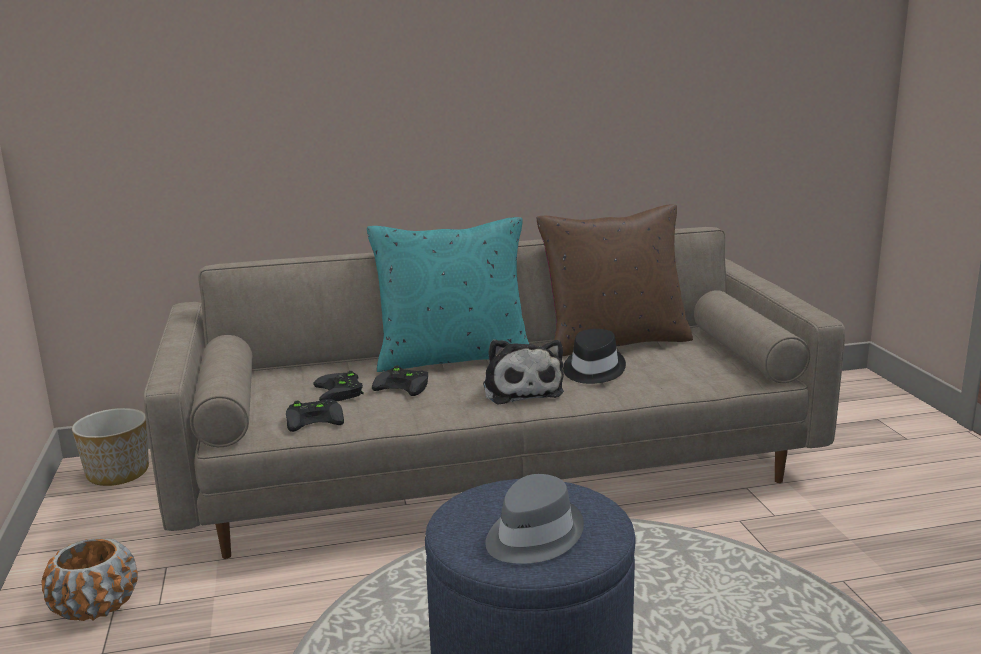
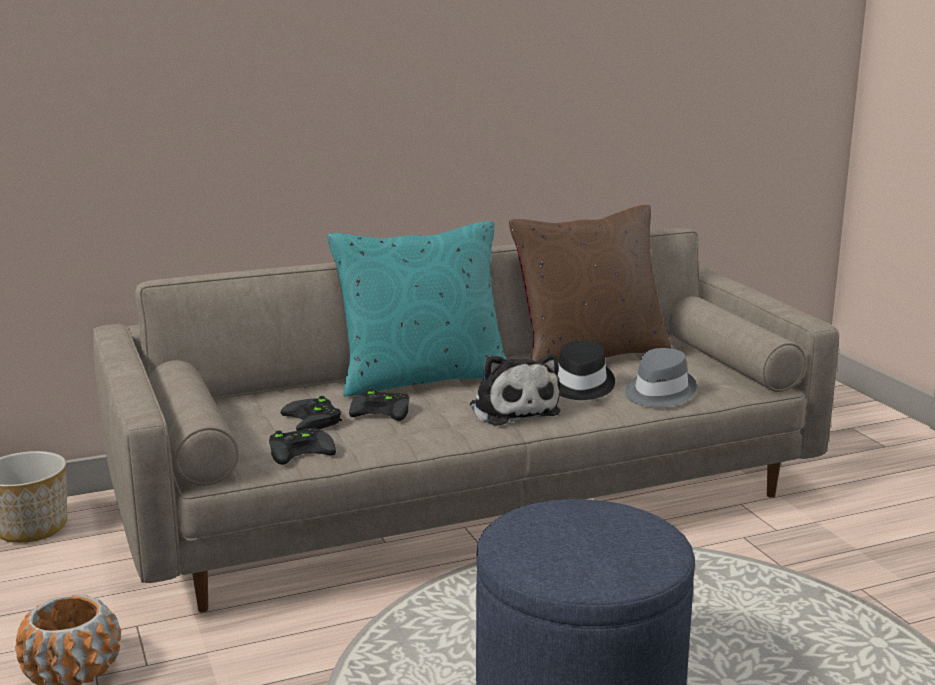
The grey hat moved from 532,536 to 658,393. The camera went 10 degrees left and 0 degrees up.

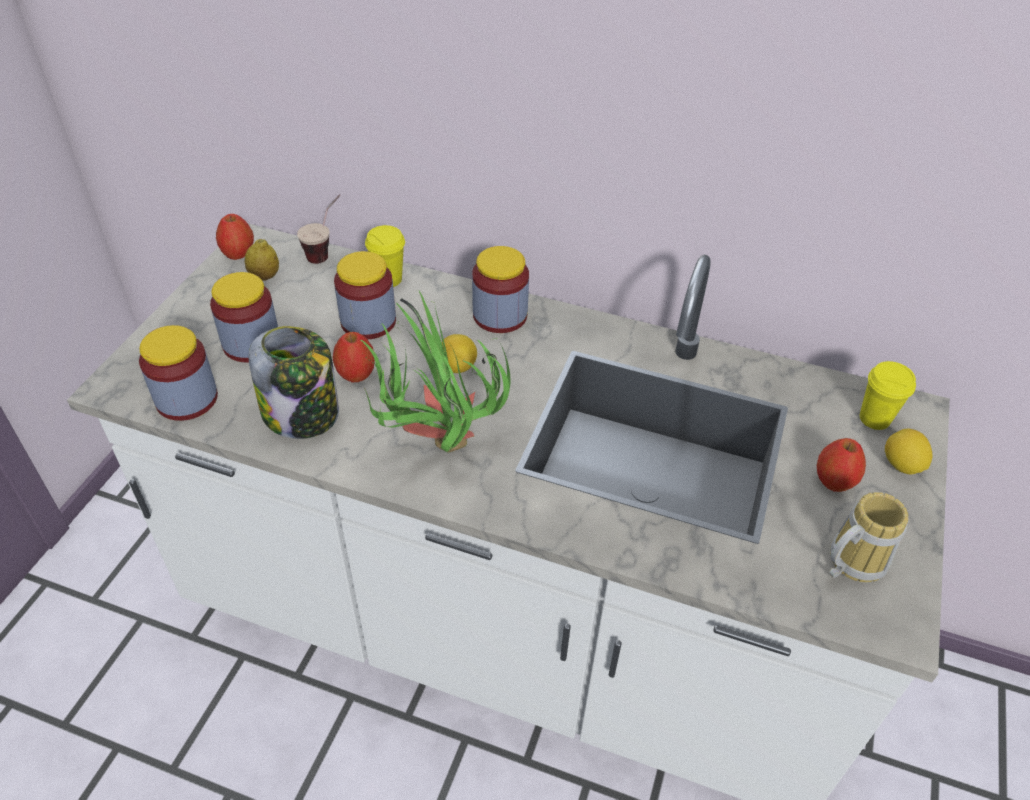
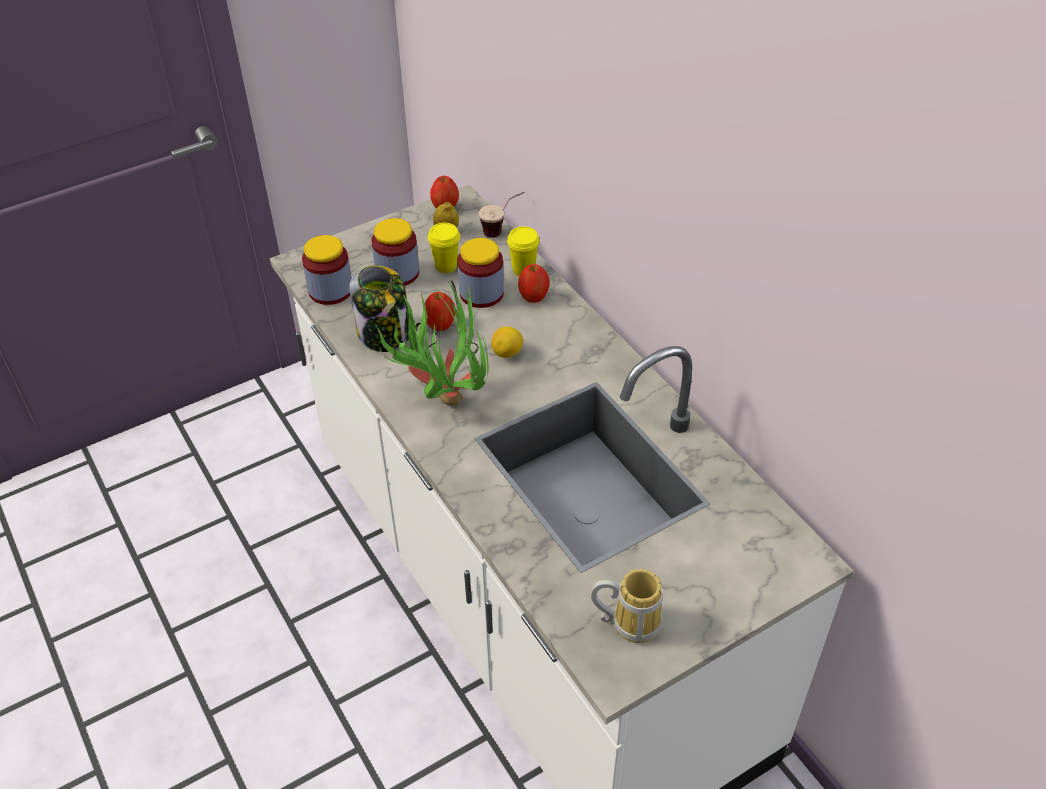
The jar at 500,315 disappeared. The lemon at 901,465 disappeared. The apple moved from 834,481 to 533,297. The yellow cup moved from 874,419 to 446,266. The camera went 40 degrees right and 0 degrees up.

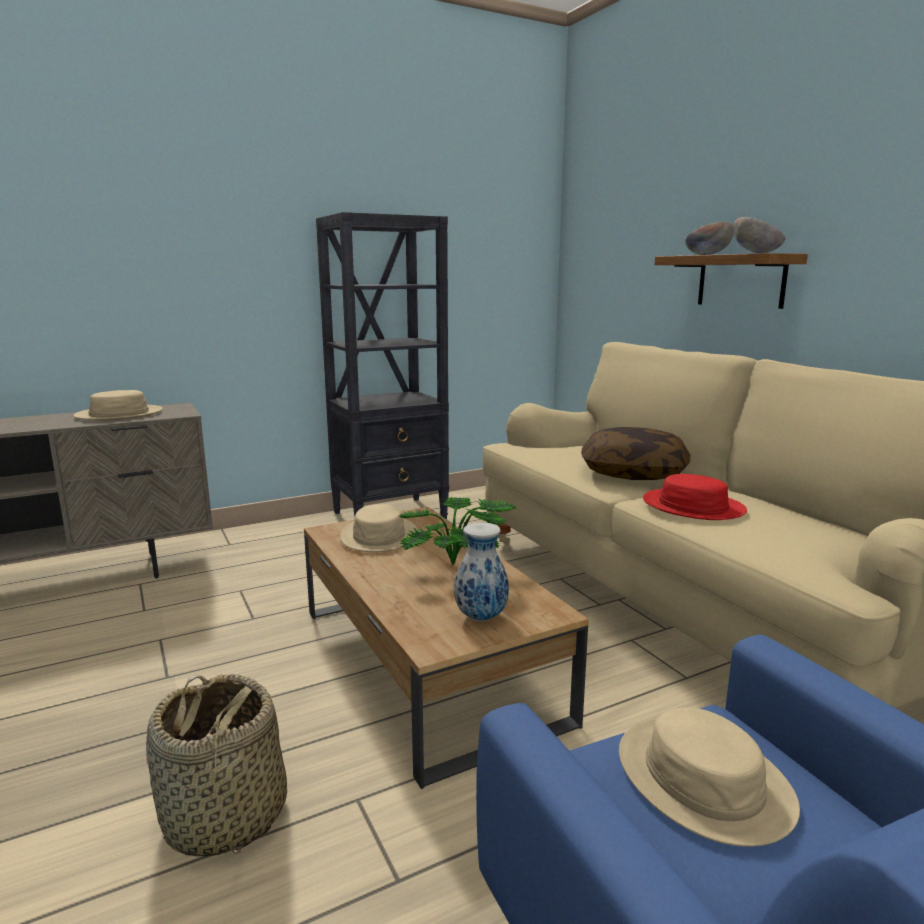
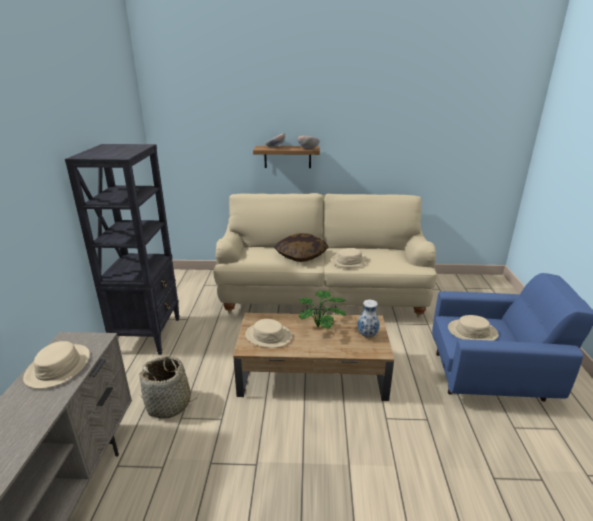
The basket moved from 224,817 to 169,404. The red hat at 692,506 became the beige hat at 349,261. The camera went 60 degrees left and 10 degrees up.

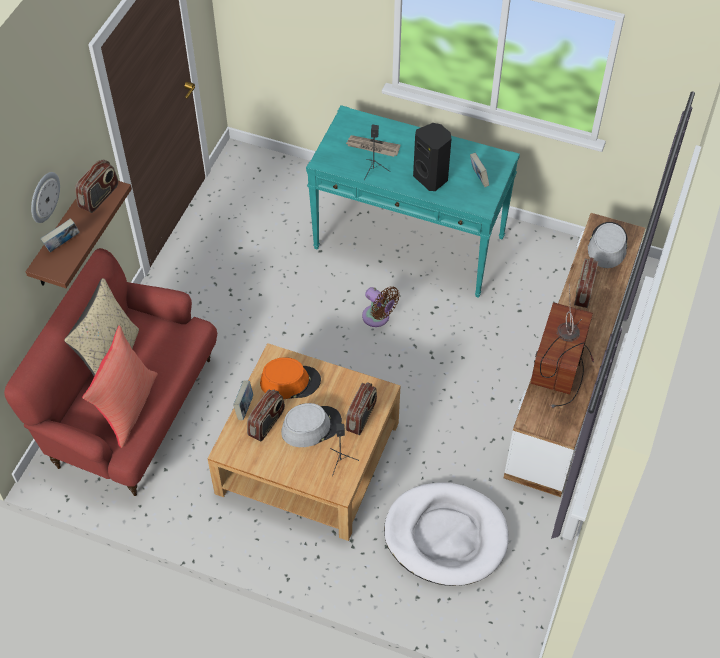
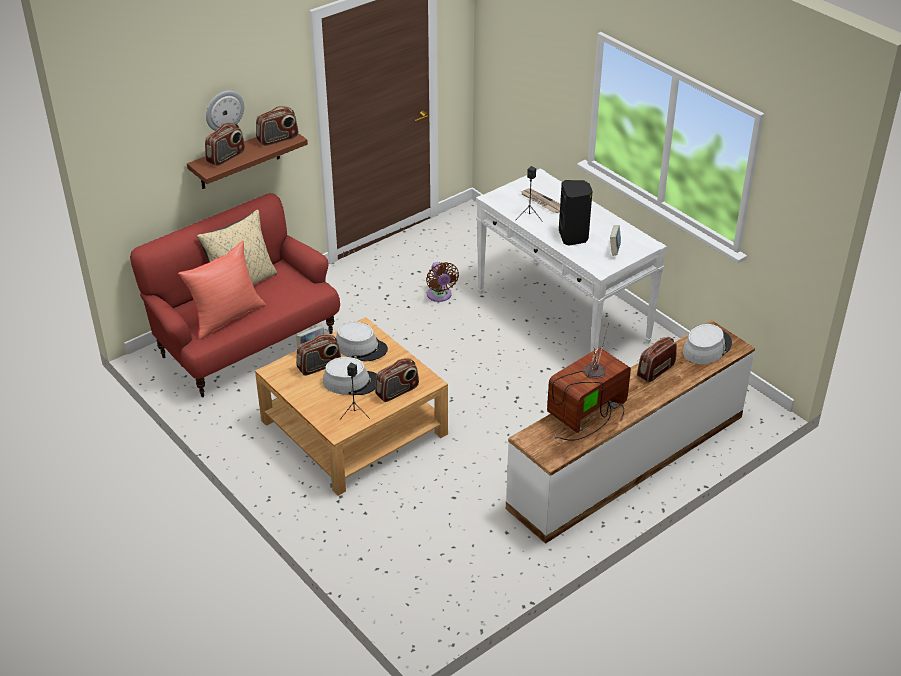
The white dog bed at 446,536 disappeared. The brown fan moved from 378,318 to 440,296. The book at 63,245 was replaced by the radio at 226,157. The orange hat at 290,381 became the grey hat at 361,347. The turquoise console table at 410,242 became the white console table at 563,317. The camera went 30 degrees right and 15 degrees down.

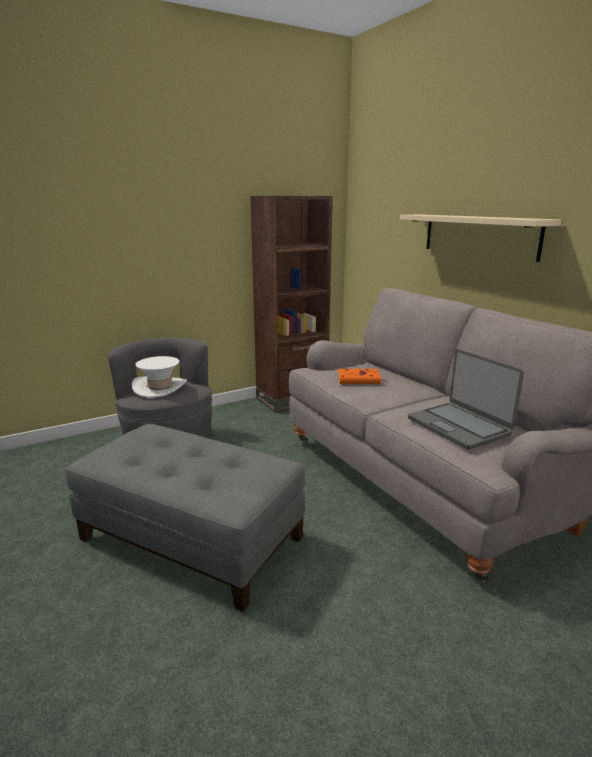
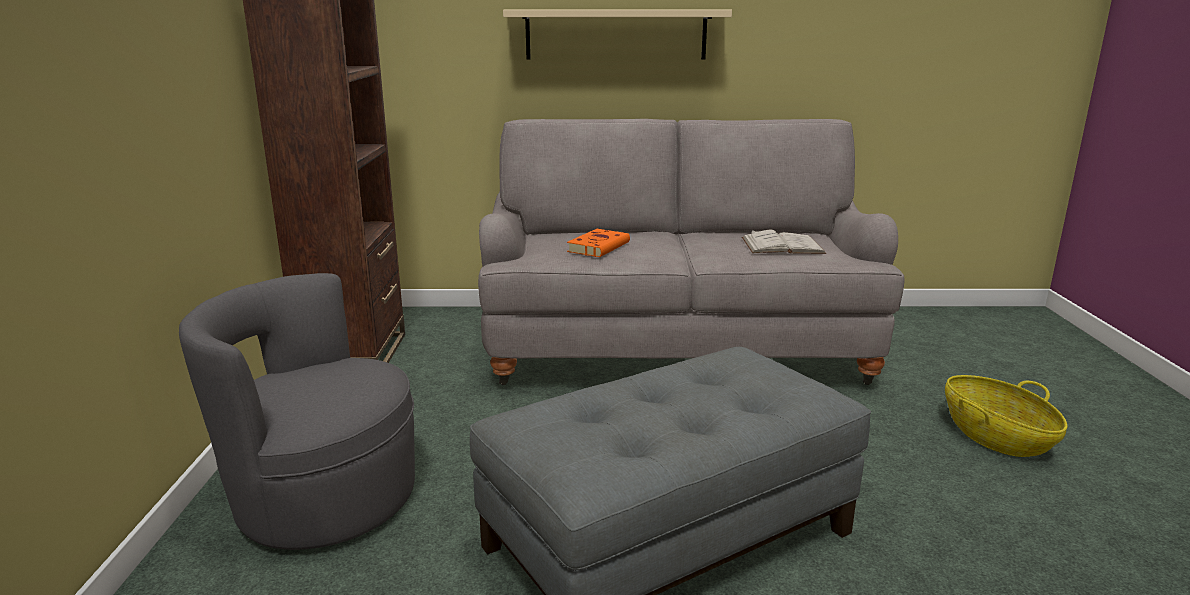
The white hat at 160,387 disappeared. The basket at 996,437 appeared. The laptop at 459,426 was replaced by the white book at 782,245. The camera went 60 degrees left and 0 degrees up.

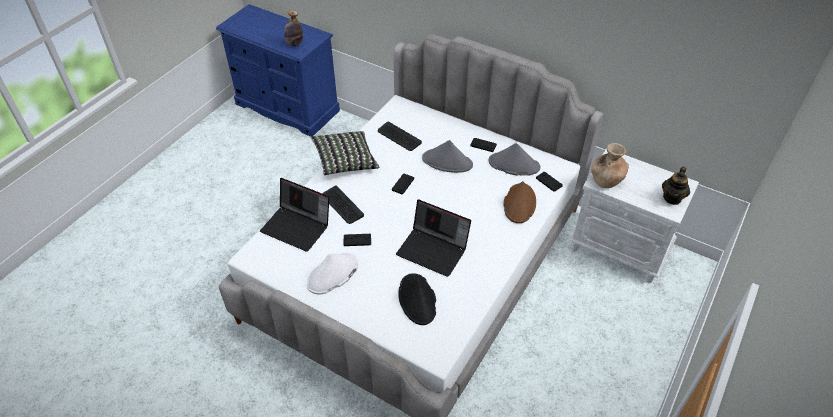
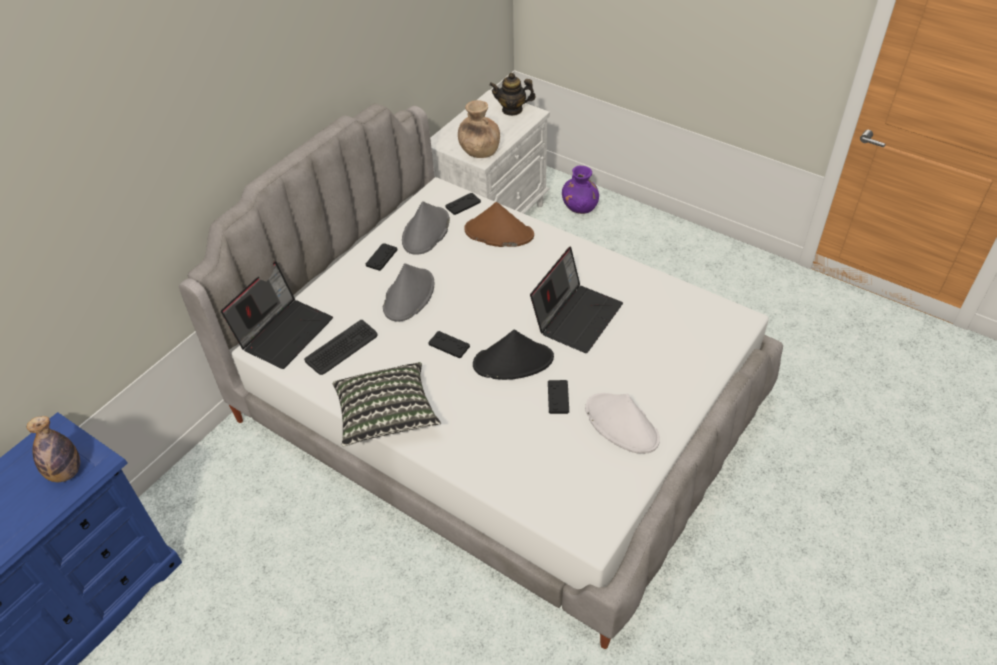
The keyboard at 342,205 disappeared. The purple vase at 580,207 appeared. The laptop moved from 297,227 to 284,331. The black hat moved from 417,300 to 513,361. The teapot at 672,198 turned 150 degrees clockwise. The camera went 85 degrees left and 0 degrees up.

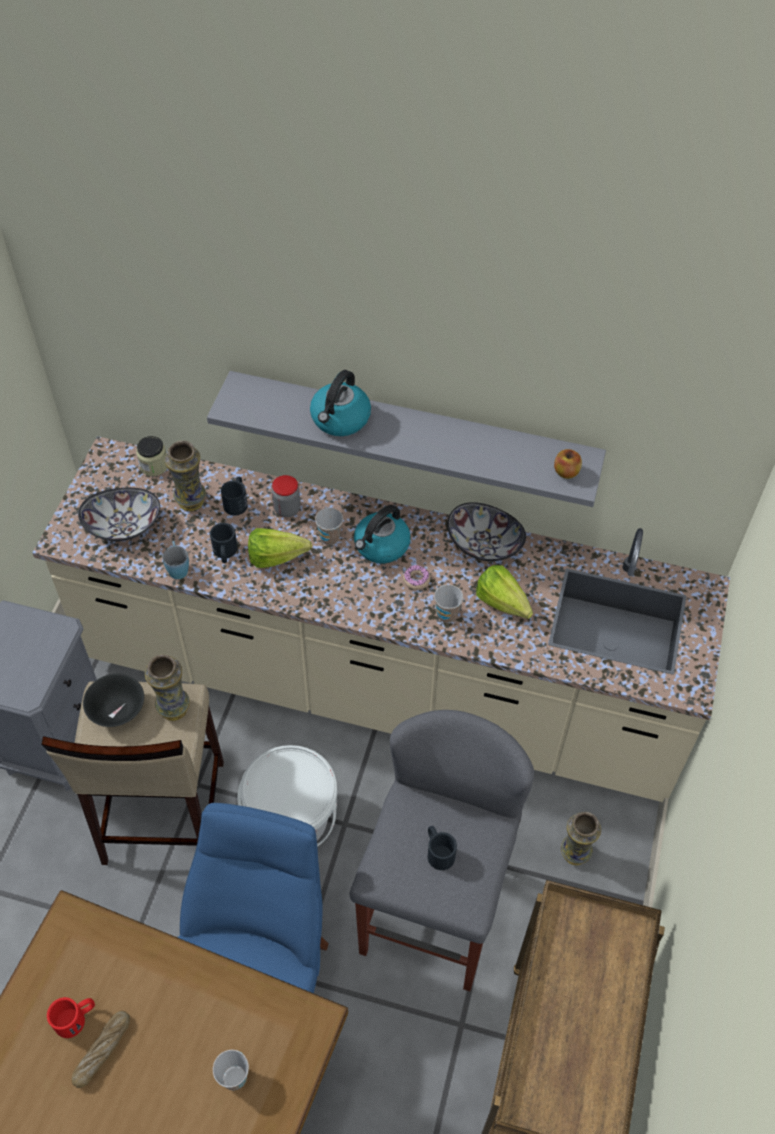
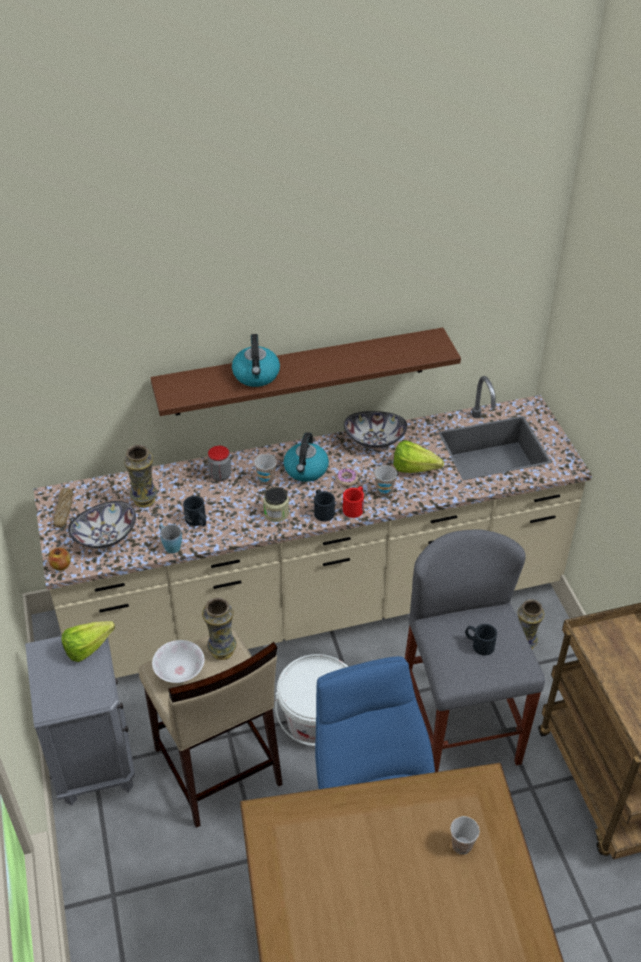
The red mug moved from 76,1018 to 355,507. The bread moved from 102,1050 to 64,510. The jar moved from 154,465 to 276,513. The black mug moved from 237,501 to 322,510. The lettuce moved from 281,558 to 92,647. The apple moved from 566,472 to 61,565. The black bowl at 117,710 became the white bowl at 179,672. The grey shelf at 412,432 became the brown shelf at 300,372. The camera went 30 degrees left and 10 degrees down.

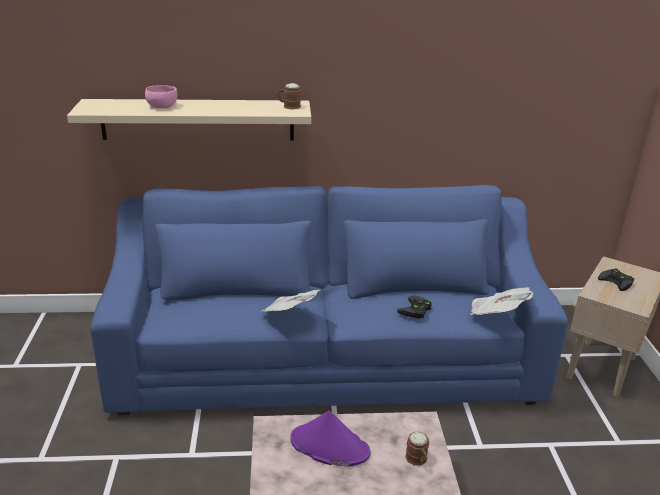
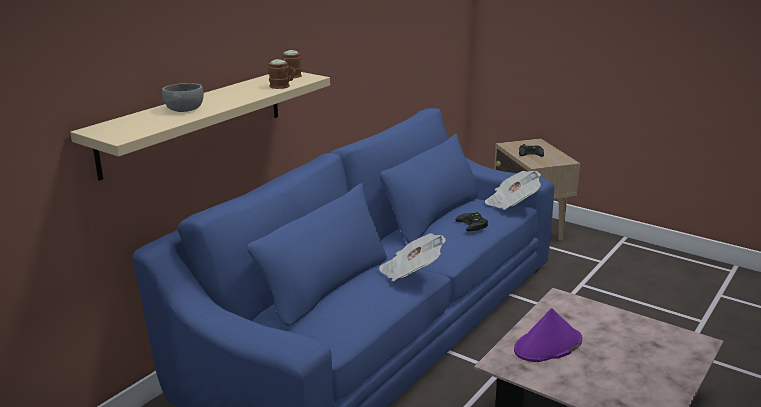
The brown mug moved from 418,460 to 283,86. The pink bowl at 162,106 became the grey bowl at 184,109. The camera went 50 degrees left and 5 degrees down.

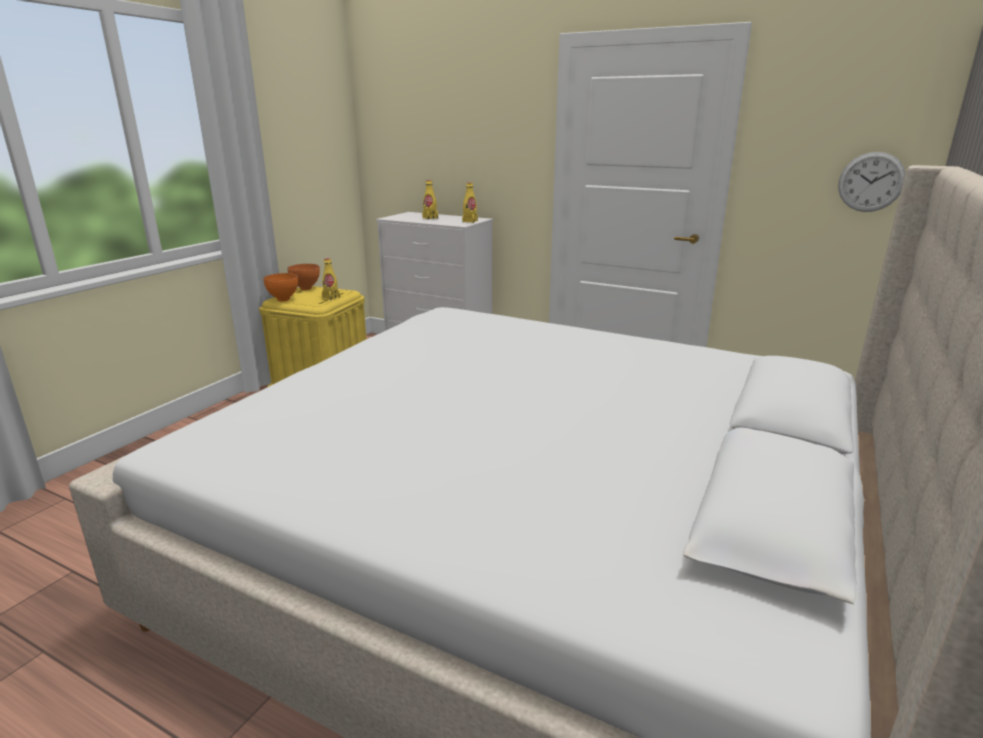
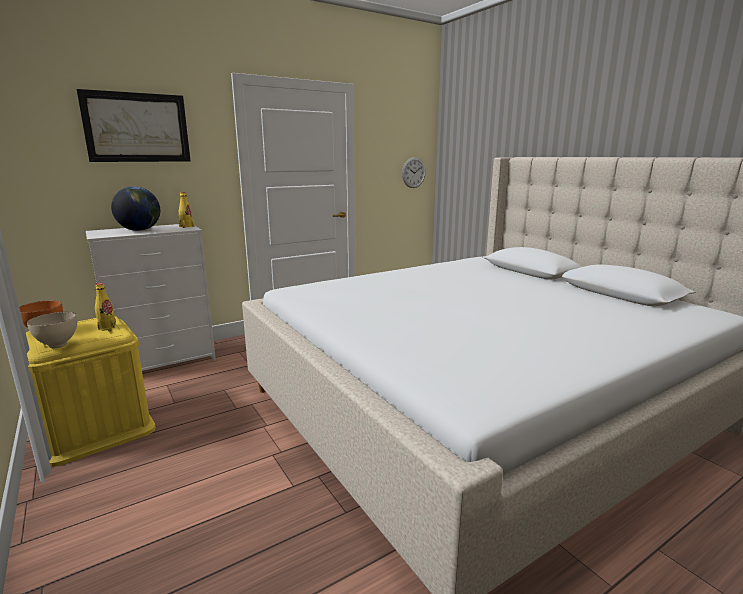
The picture at 137,128 appeared. The yellow bottle at 430,218 was replaced by the globe at 139,230. The orange bowl at 282,300 became the beige bowl at 57,346. The camera went 60 degrees left and 5 degrees down.

